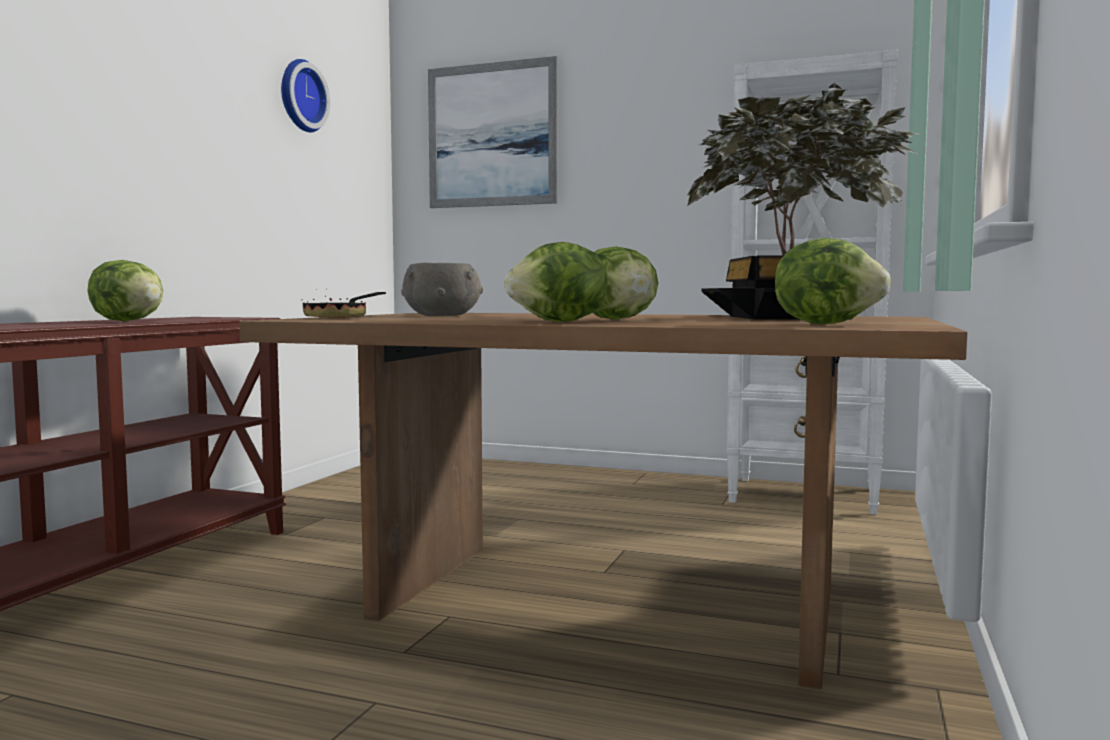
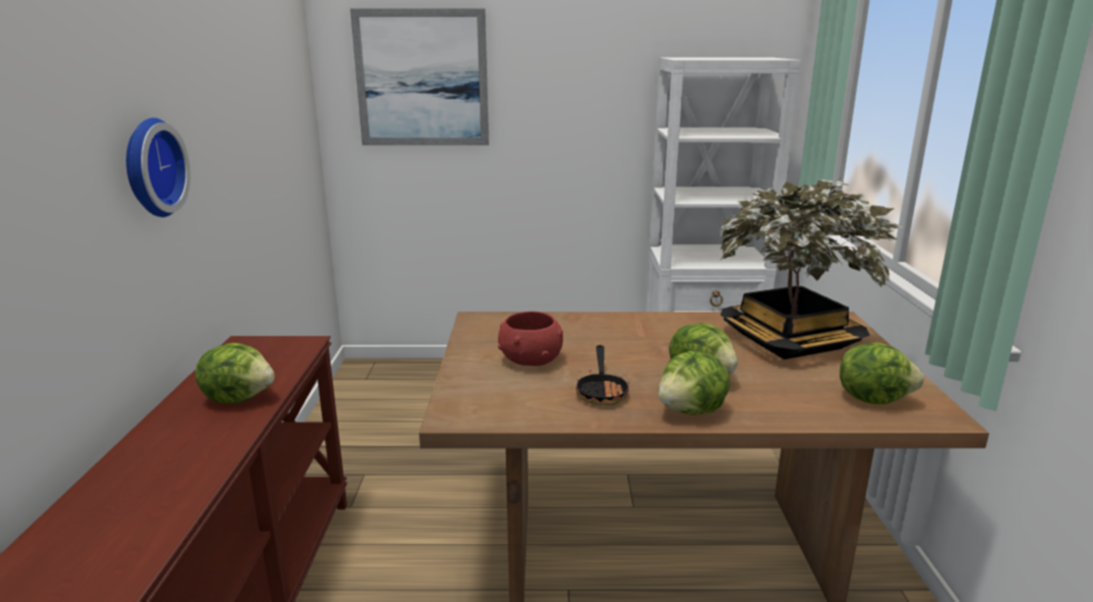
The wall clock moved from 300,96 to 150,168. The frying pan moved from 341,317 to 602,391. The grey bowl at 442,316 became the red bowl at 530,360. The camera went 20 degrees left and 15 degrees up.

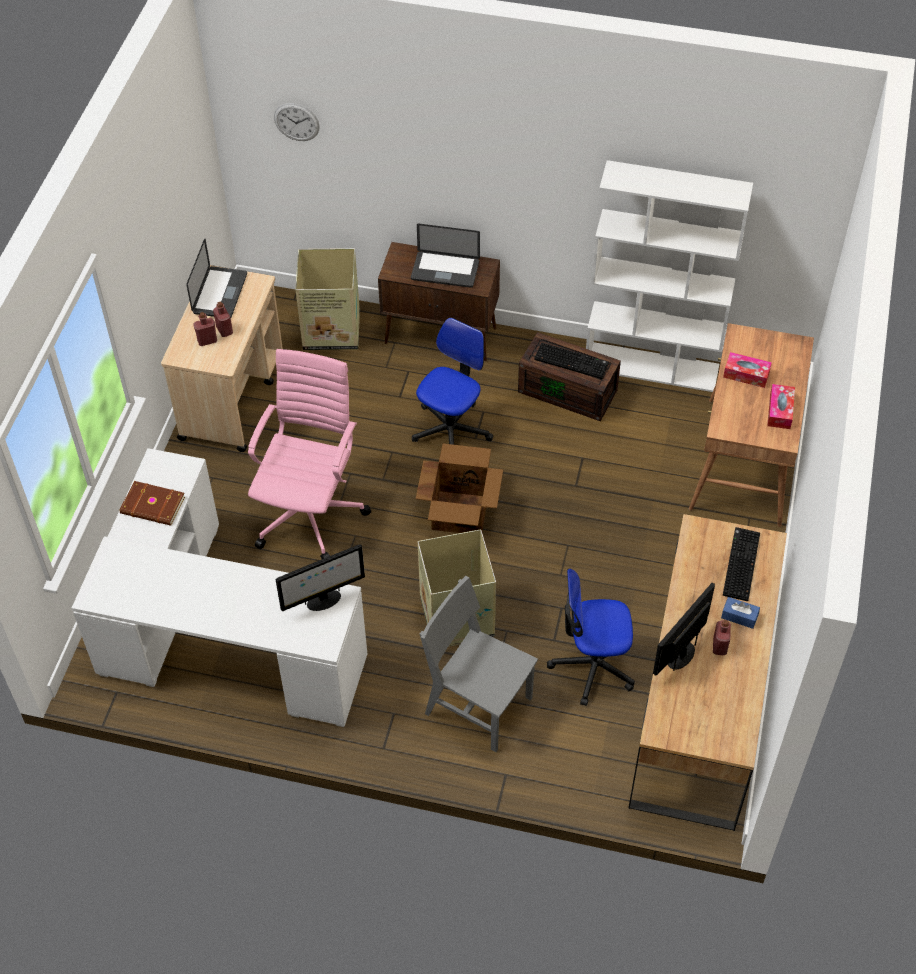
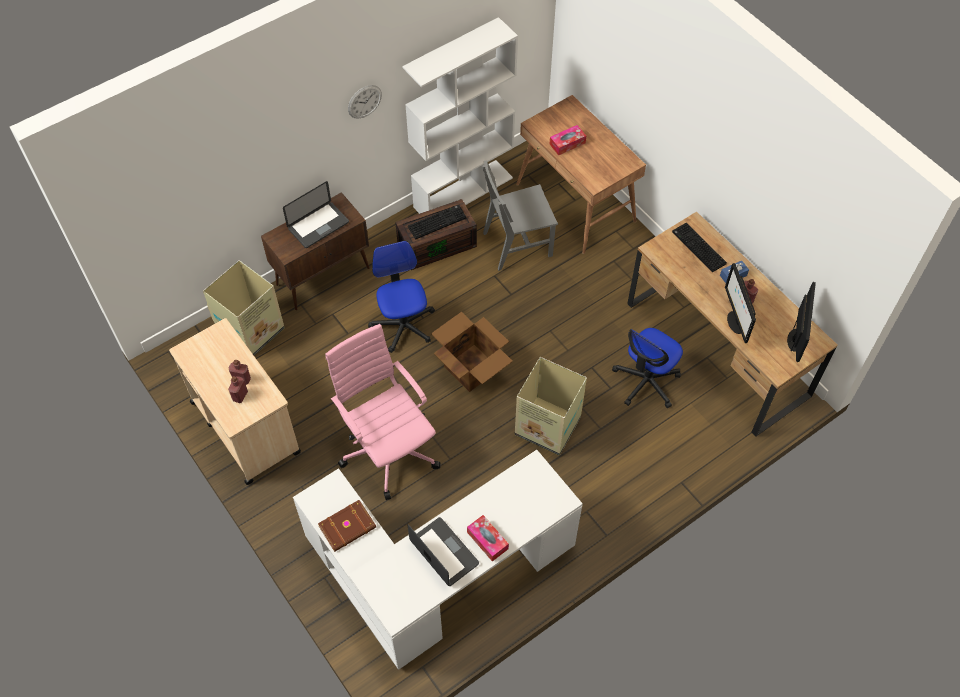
The laptop moved from 220,293 to 444,552. The wall clock moved from 296,122 to 364,101. The monitor moved from 323,601 to 795,340. The grey chair moved from 478,705 to 517,244. The tissue box moved from 780,411 to 487,540. The camera went 50 degrees left and 5 degrees up.

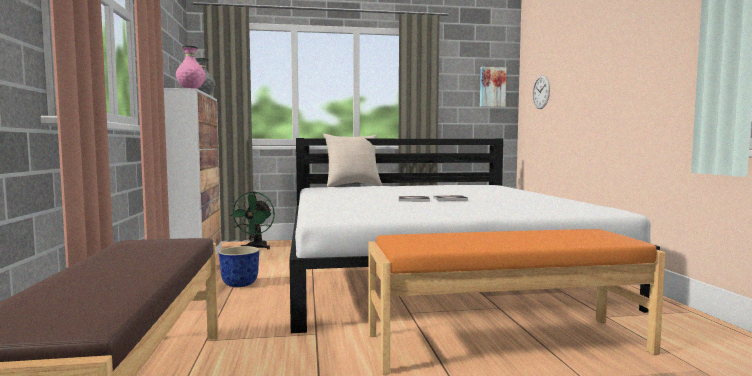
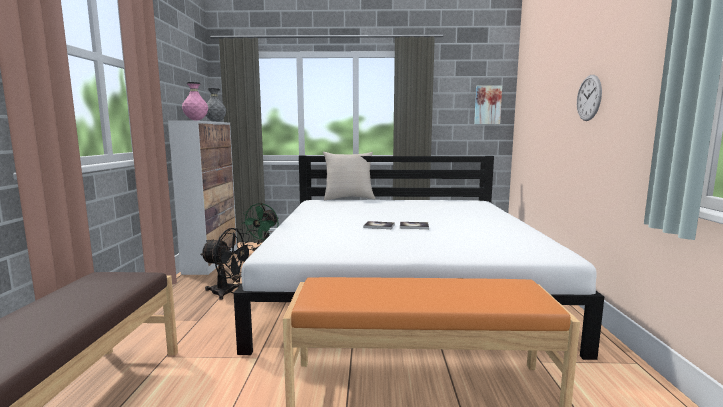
The wall clock moved from 541,92 to 589,98. The planter at 239,284 was replaced by the black fan at 228,292. The camera went 10 degrees right and 5 degrees up.

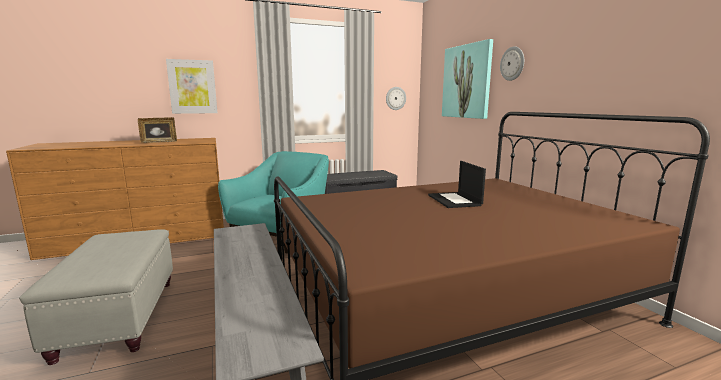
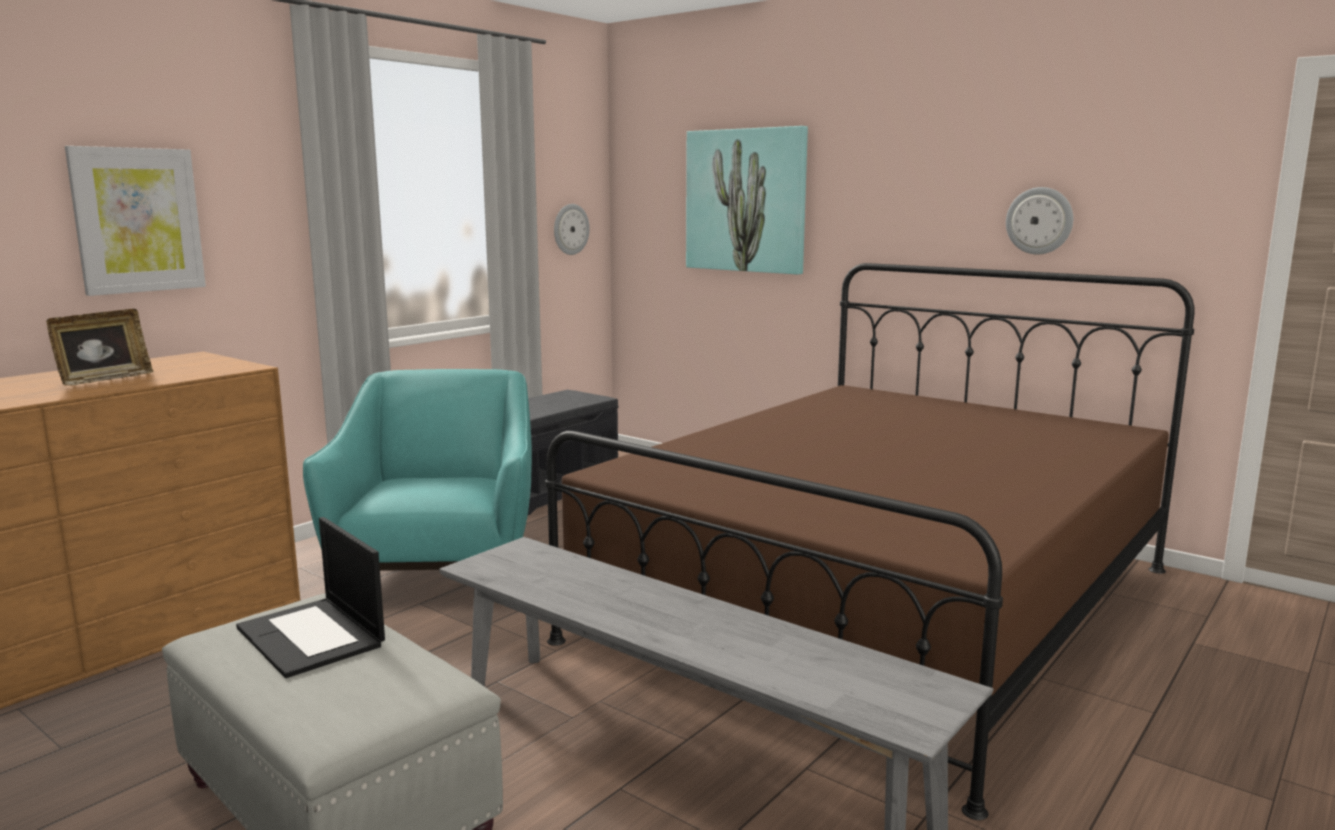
The laptop moved from 455,200 to 312,637. The wall clock moved from 512,63 to 1039,221. The camera went 30 degrees left and 0 degrees up.

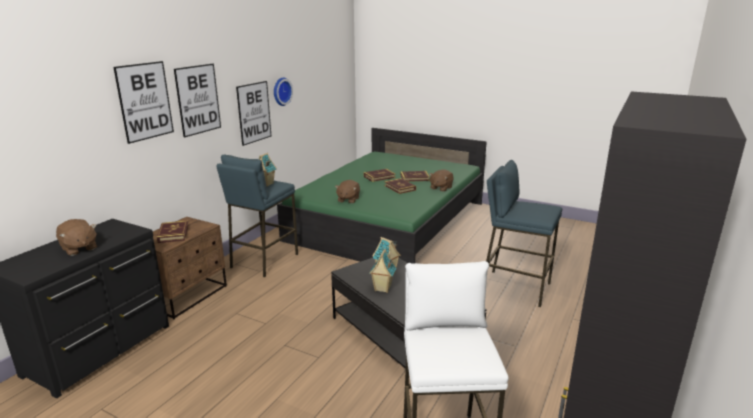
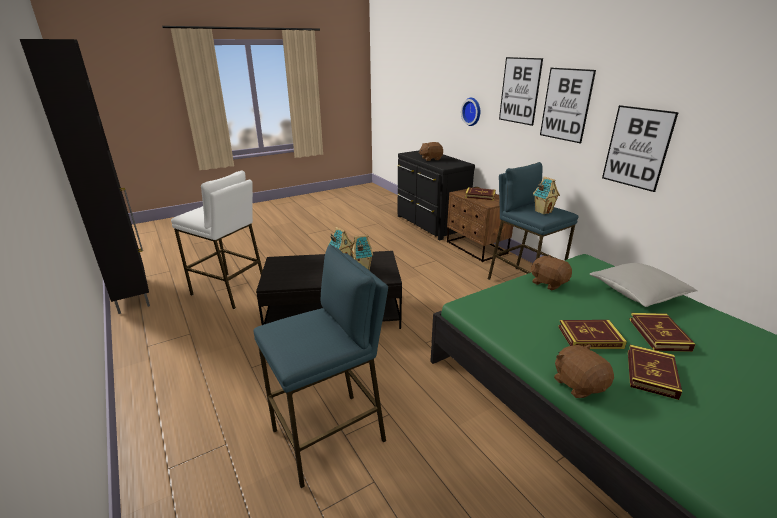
The grey pillow at 638,293 appeared. The wall clock moved from 281,91 to 472,111. The camera went 120 degrees right and 5 degrees up.

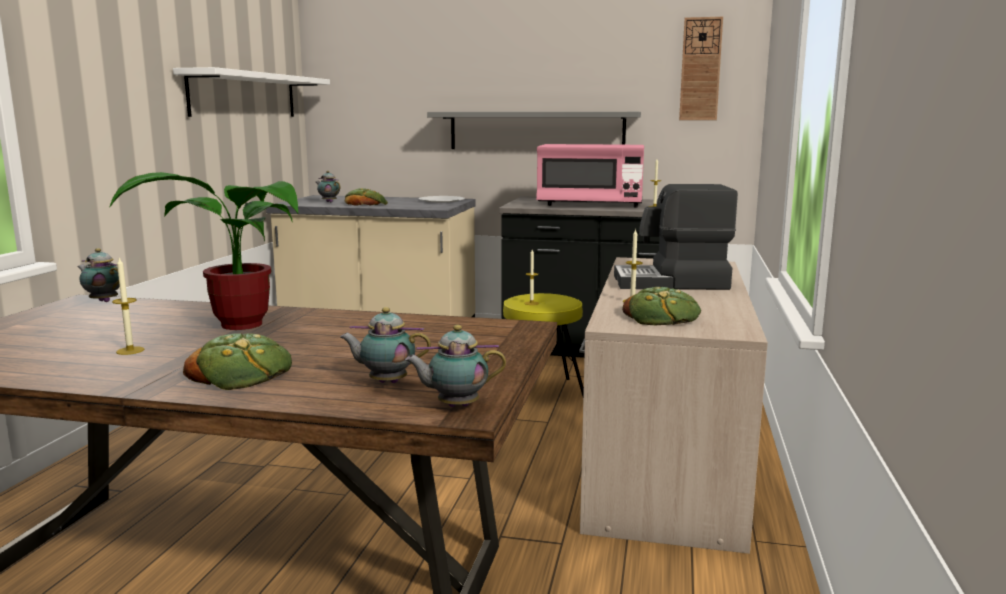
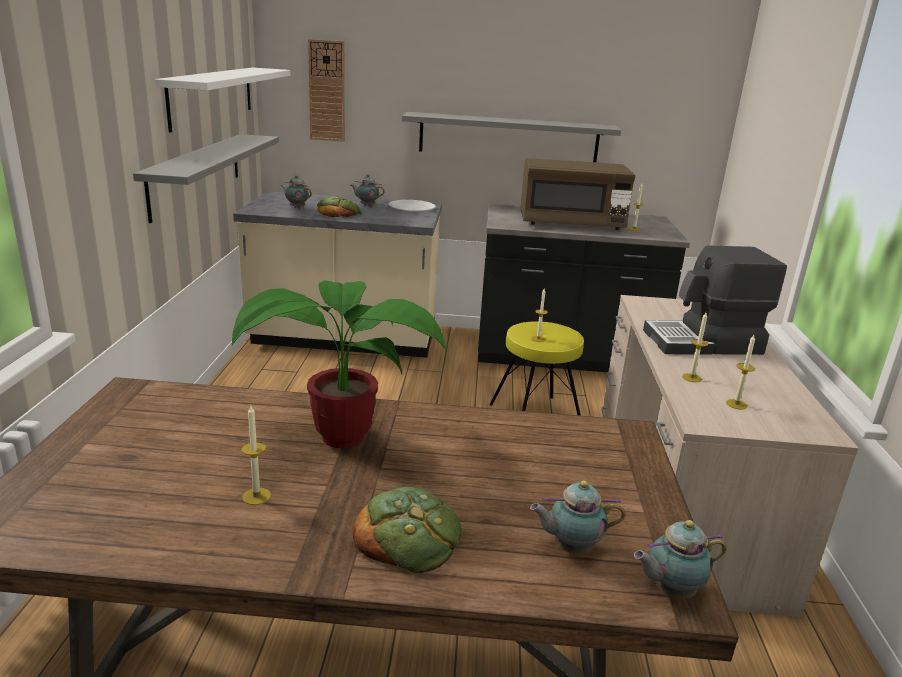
The grey shelf at 197,173 appeared. The teapot moved from 103,301 to 366,205. The wall clock moved from 700,69 to 327,91. The bread at 662,316 was replaced by the candle at 736,404. The pink microwave at 590,205 became the brown microwave at 571,224. The camera went 10 degrees left and 10 degrees up.

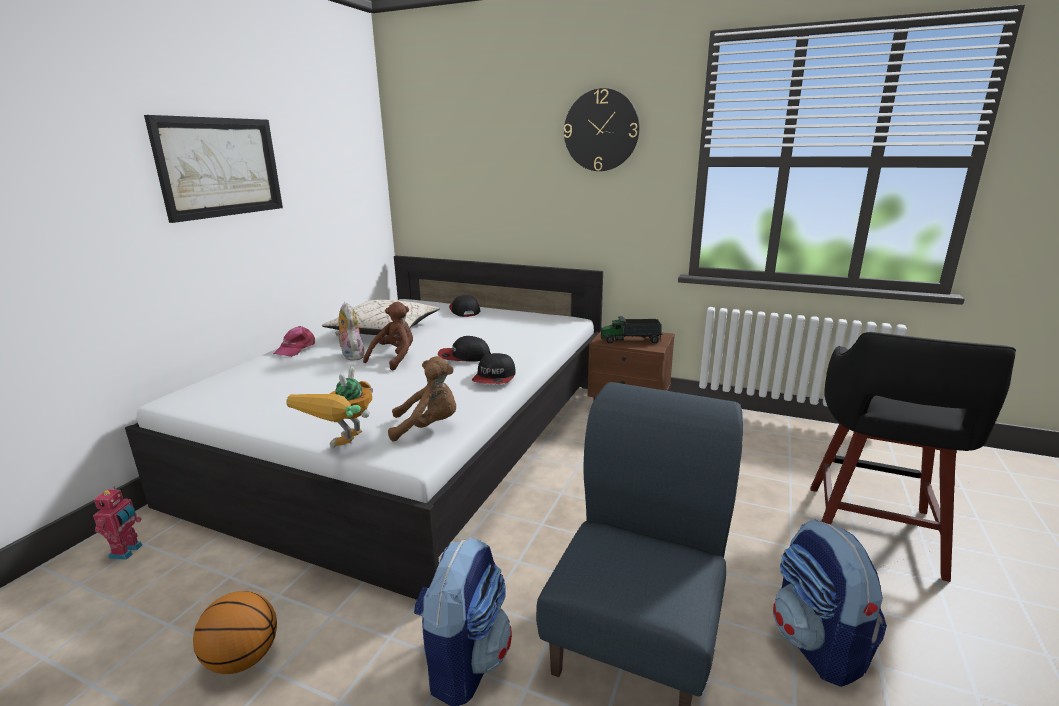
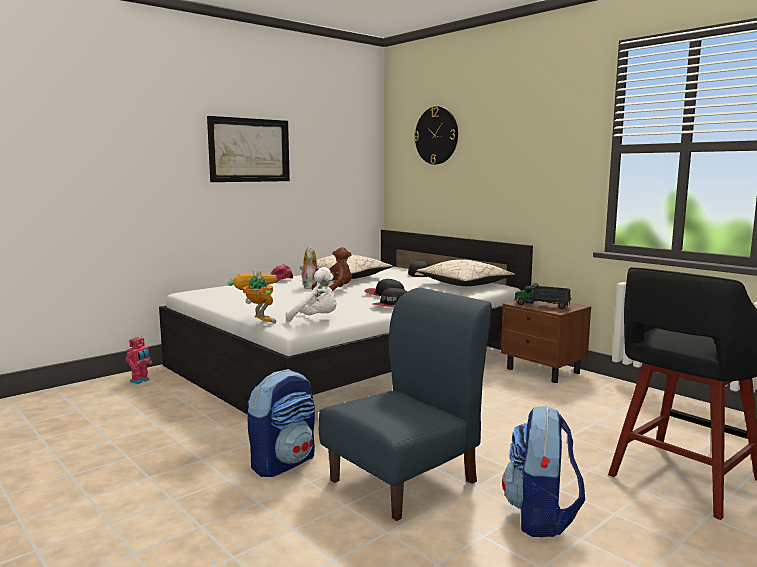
The basketball at 243,658 disappeared. The beige pillow at 464,284 appeared. The wall clock moved from 601,130 to 436,135. The brown plush toy at 428,427 became the white plush toy at 316,319. The toy robot at 345,449 turned 105 degrees clockwise. The camera went 25 degrees right and 10 degrees down.

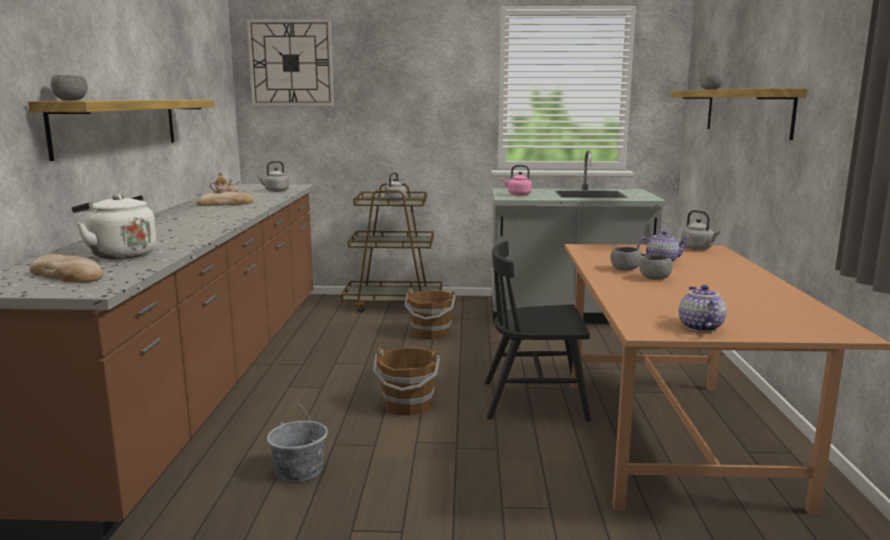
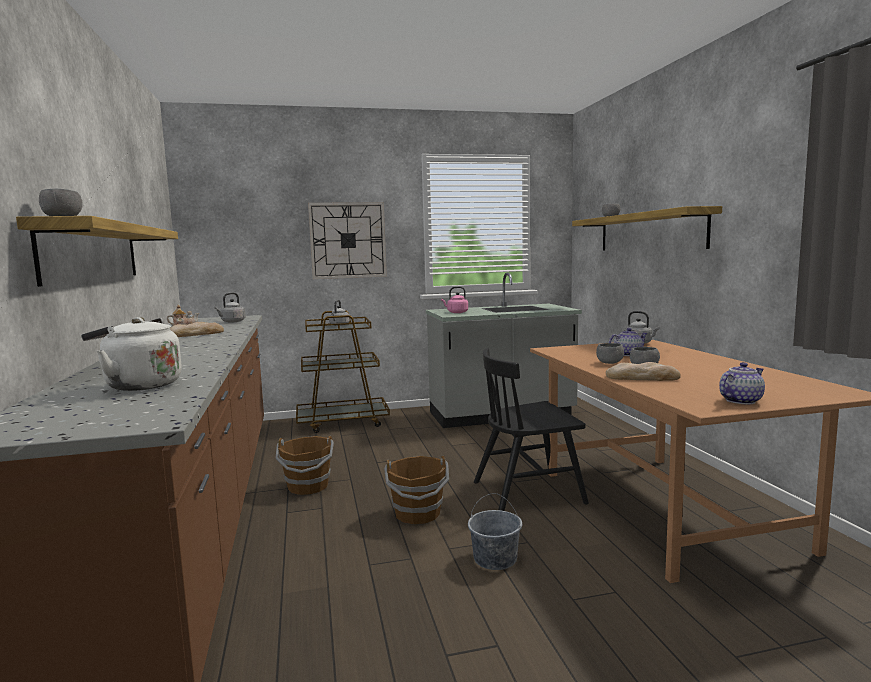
The bread moved from 68,275 to 642,377. The wall clock moved from 291,63 to 348,240. The grey bucket moved from 299,471 to 494,558. The brown bucket moved from 431,334 to 308,487. The teapot at 699,327 turned 75 degrees clockwise. The camera went 15 degrees left and 5 degrees down.

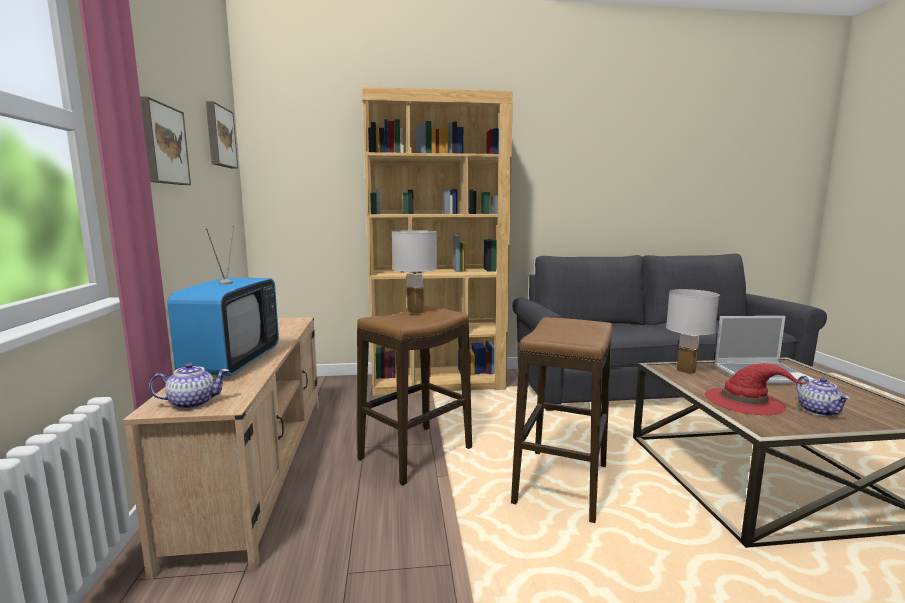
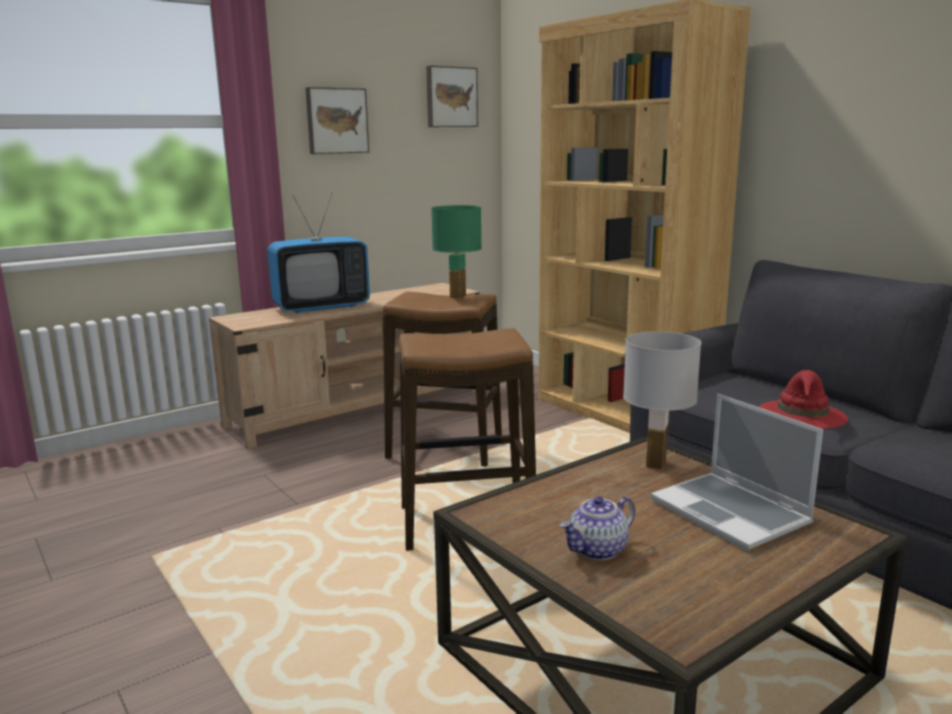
The teapot at 193,403 disappeared. The red hat moved from 745,401 to 802,414. The white table lamp at 416,312 became the green table lamp at 458,297. The camera went 60 degrees right and 5 degrees up.

